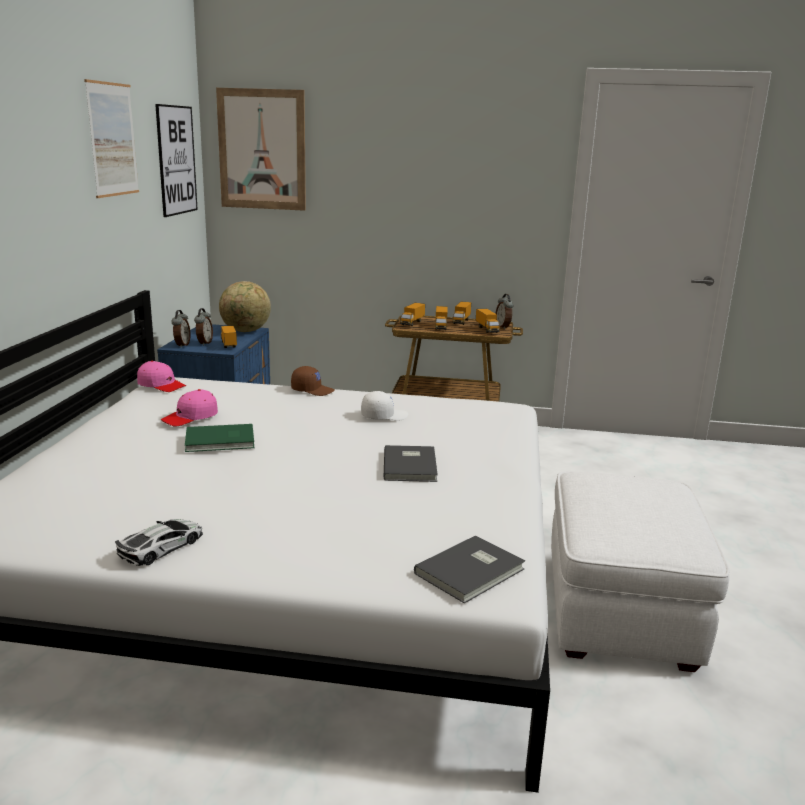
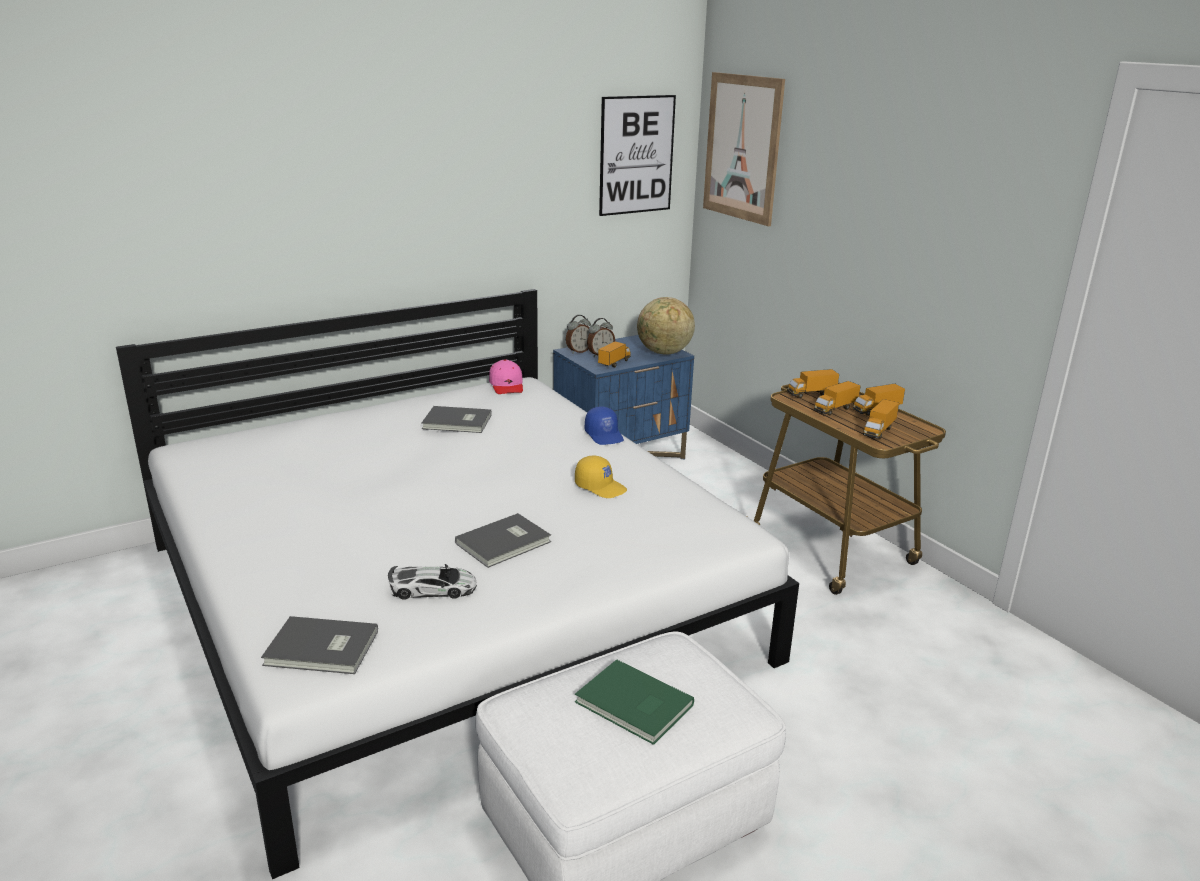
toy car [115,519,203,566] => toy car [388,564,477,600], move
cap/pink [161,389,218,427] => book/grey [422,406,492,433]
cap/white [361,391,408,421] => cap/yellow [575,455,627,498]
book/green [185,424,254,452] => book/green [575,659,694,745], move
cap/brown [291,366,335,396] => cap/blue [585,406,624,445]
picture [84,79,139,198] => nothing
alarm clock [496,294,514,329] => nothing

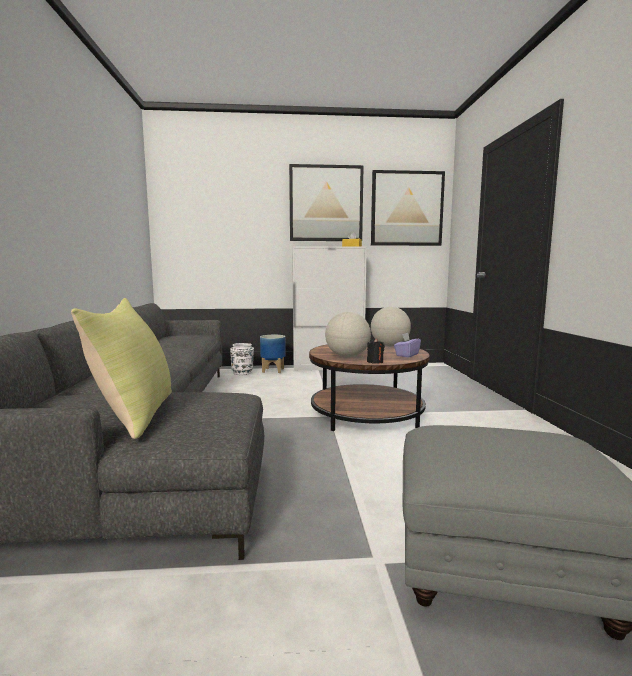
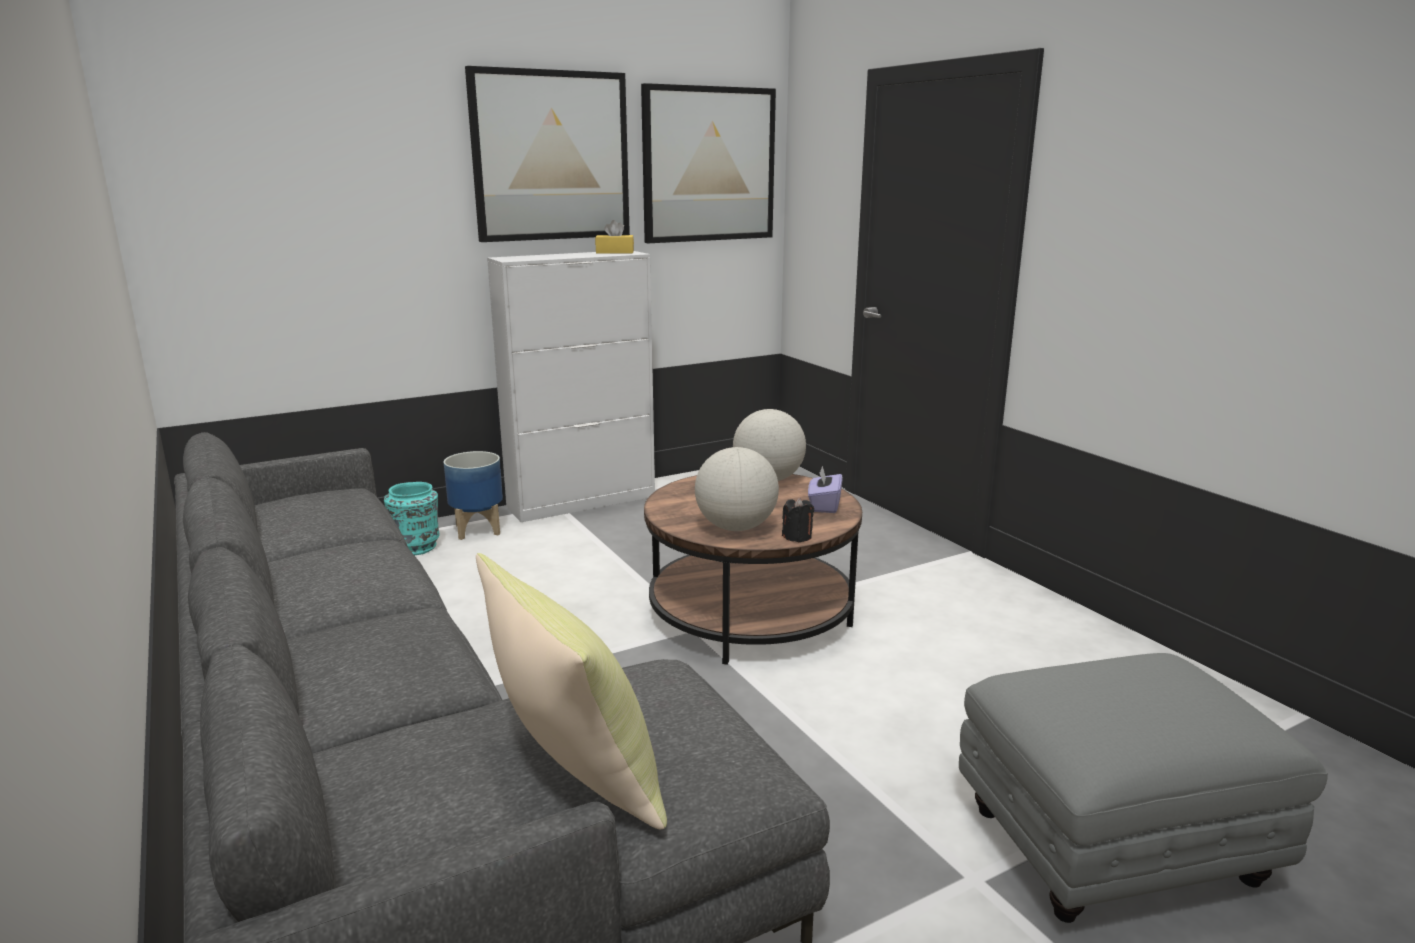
vase/white [230,343,254,375] => vase/turquoise [384,482,440,555]

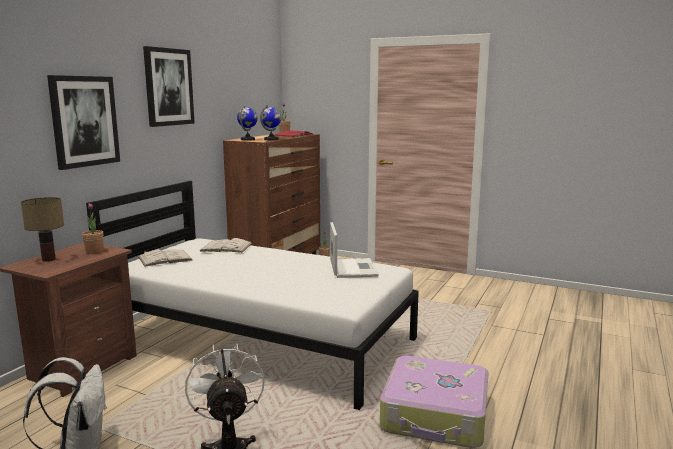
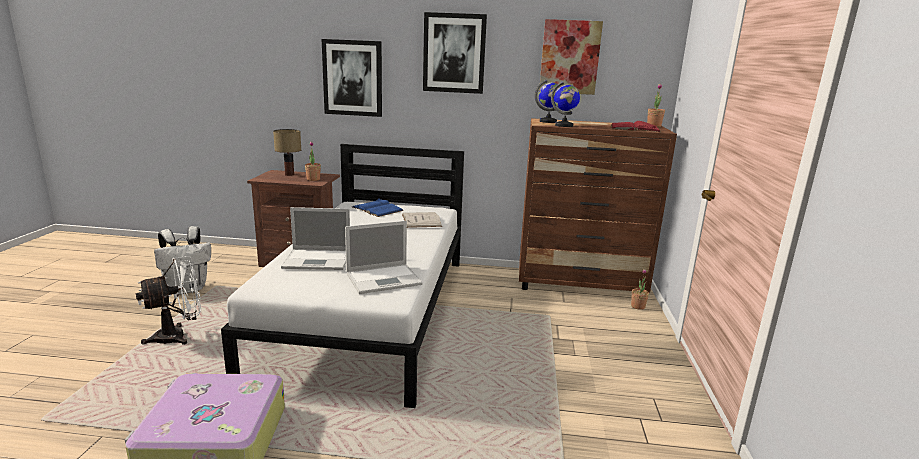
nothing => laptop [281,207,350,270]
book/white [139,249,192,267] => book/blue [353,198,403,217]
nothing => picture [539,19,603,95]

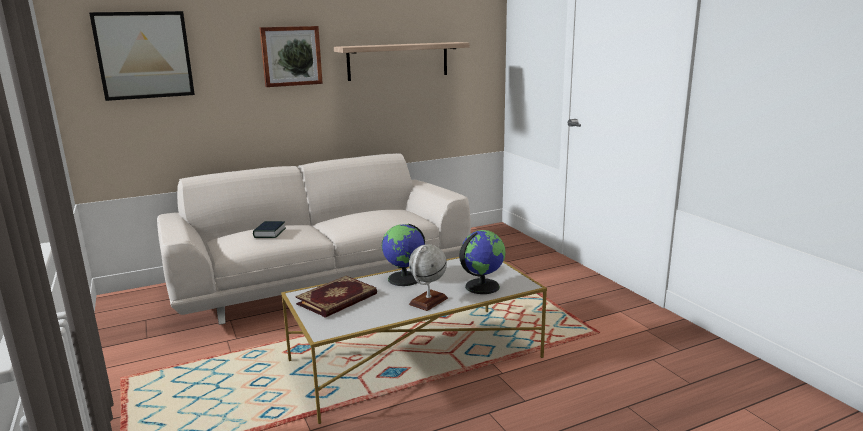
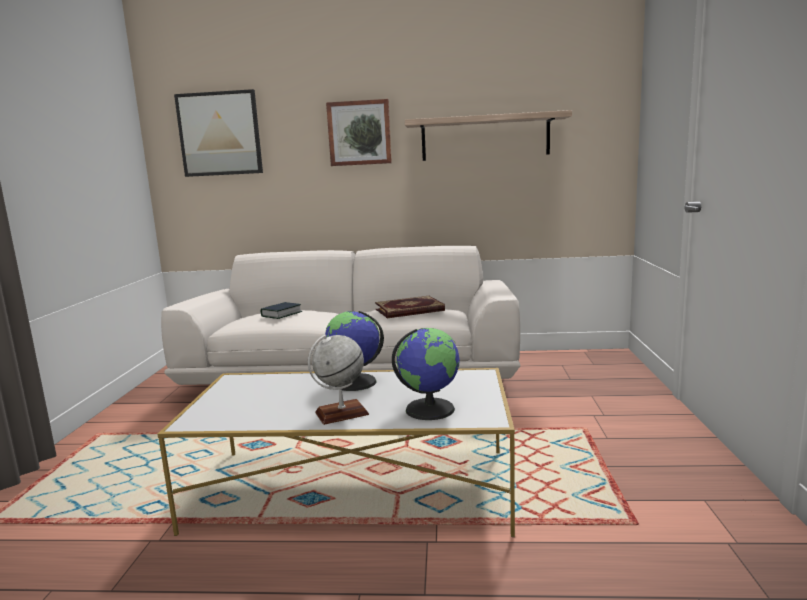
book [295,276,377,318] => book [375,296,445,318], move

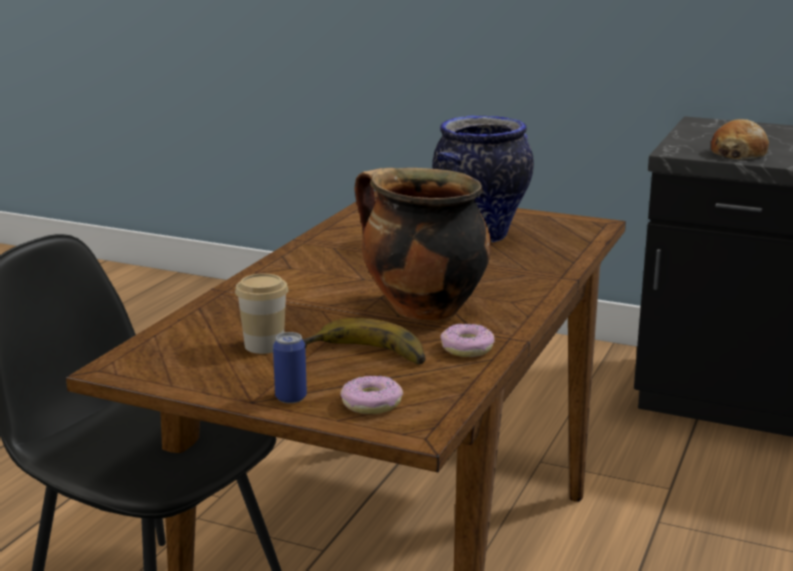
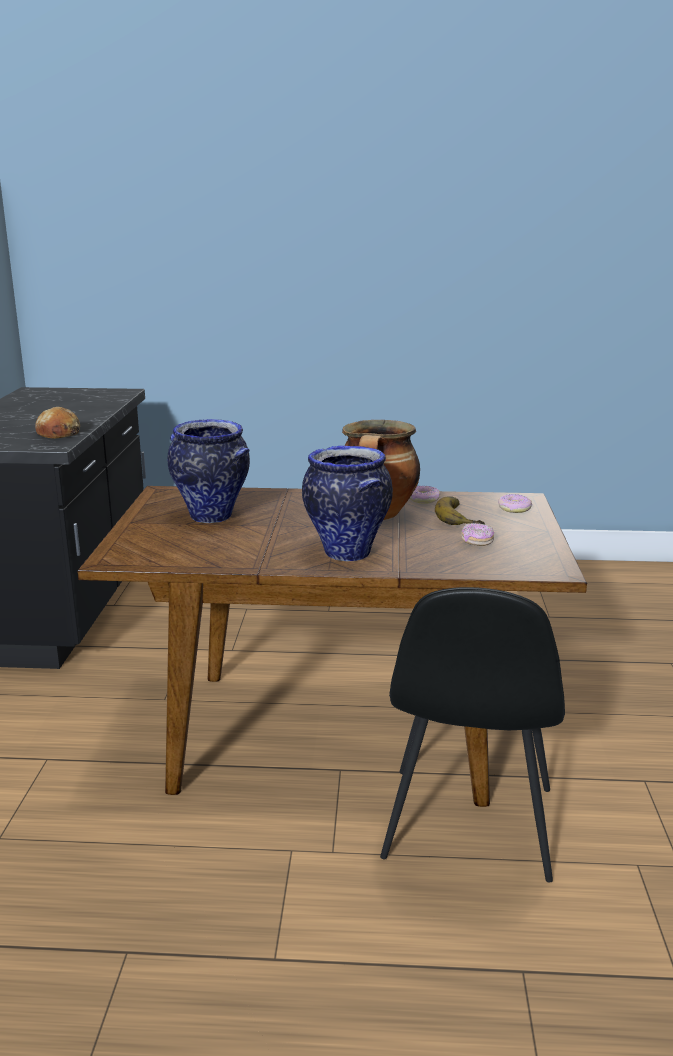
nothing => vase [302,446,393,561]
cup [235,273,288,354] => donut [461,523,494,546]
can [273,332,307,403] => nothing

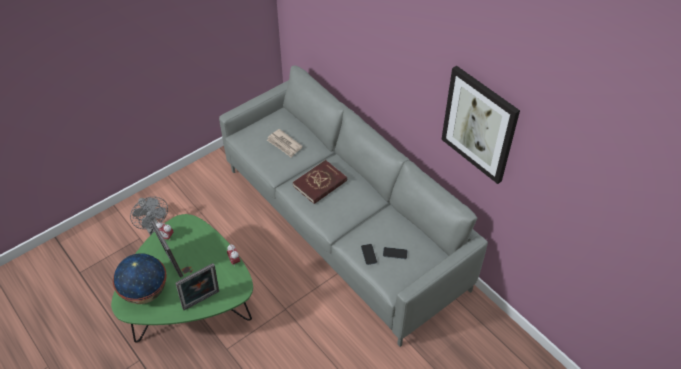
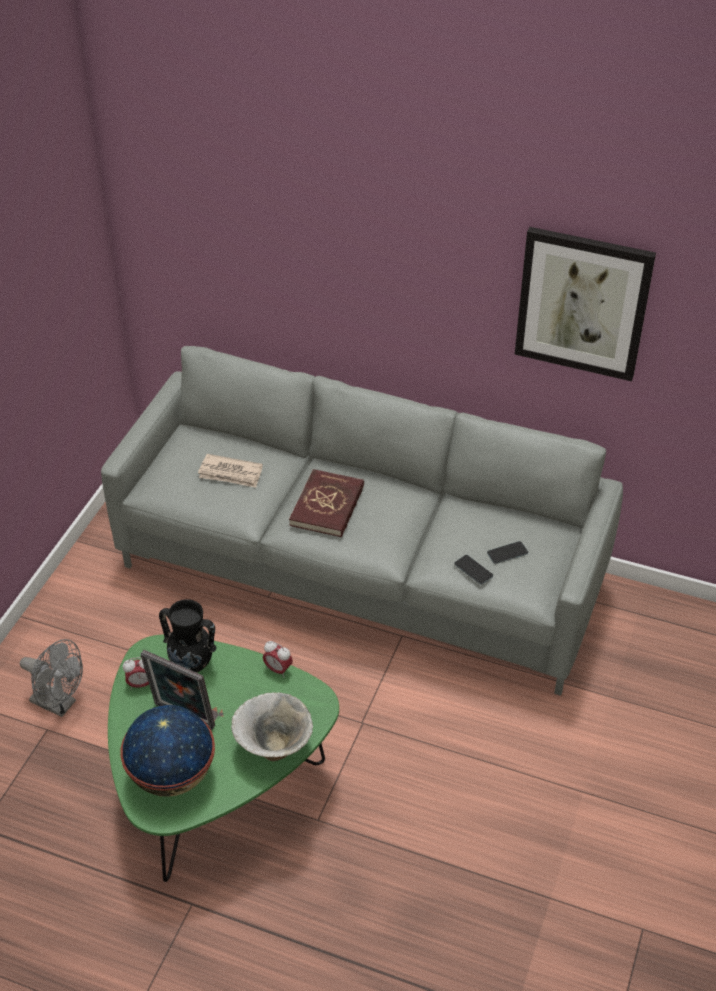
nothing => vase/black [159,599,217,673]
picture frame [175,263,219,310] => bowl [231,692,313,761]

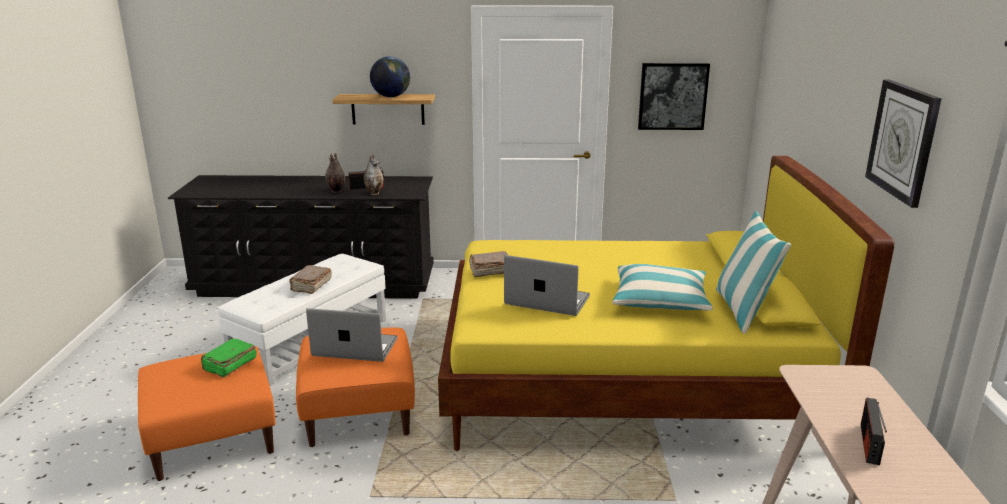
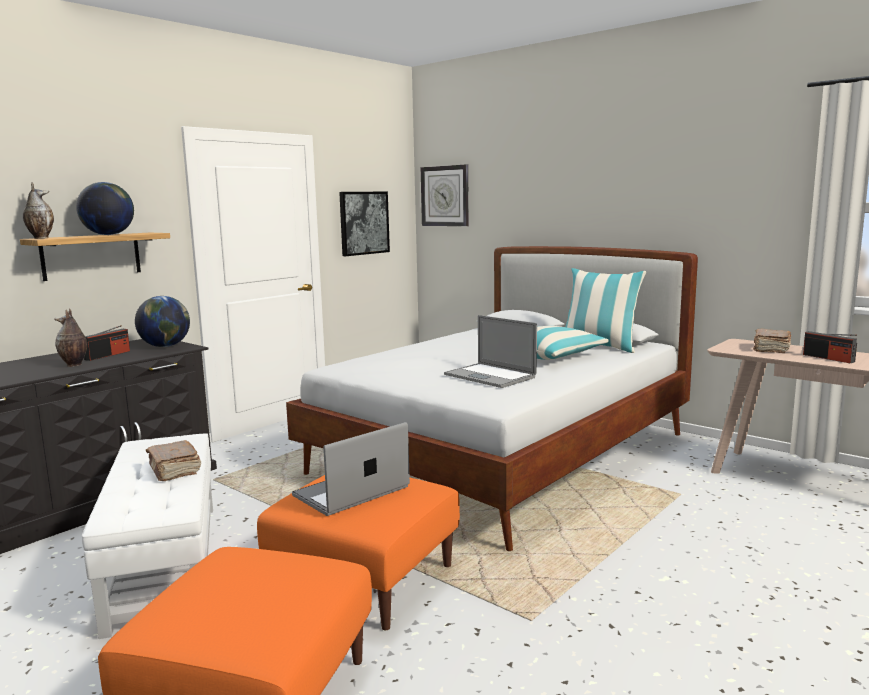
vase [363,154,384,195] => vase [23,182,54,239], move
nothing => globe [135,296,190,347]
bed/yellow [438,156,894,451] => bed/white [286,246,698,551]
wall clock [865,80,941,208] => wall clock [421,165,469,226], move
laptop [504,255,590,316] => laptop [444,315,537,388], 105 degrees counterclockwise
book/brown [469,251,508,277] => book/brown [753,329,791,353], move
book/green [201,339,257,378] => nothing

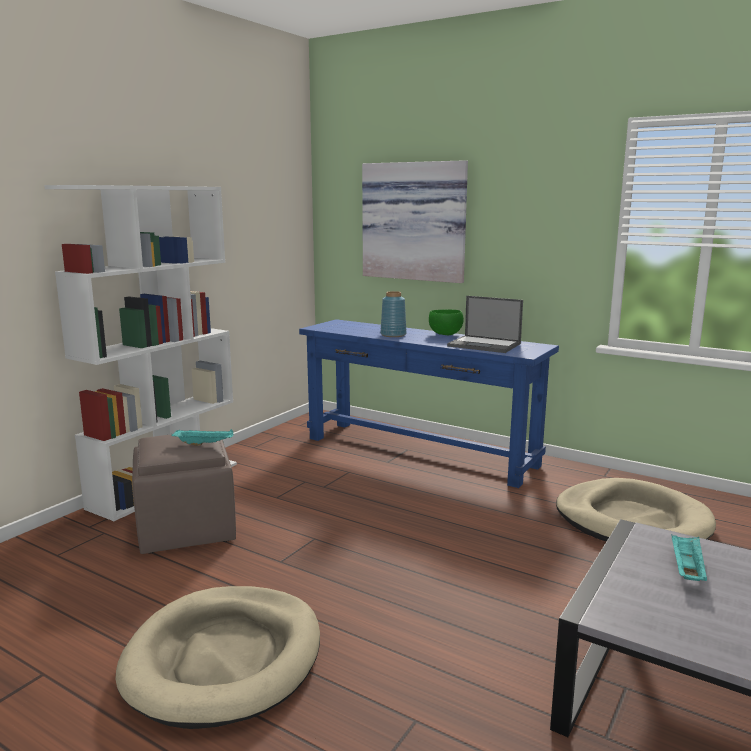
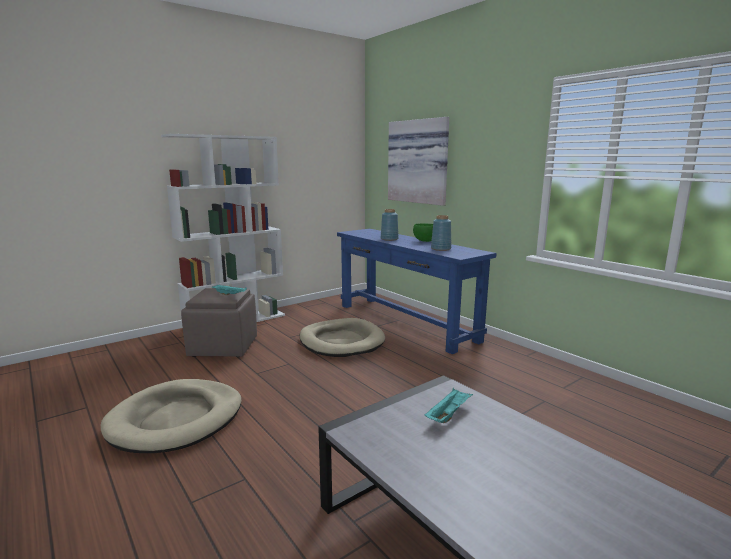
dog bed/beige [556,478,716,542] => dog bed/beige [300,318,385,357], move
laptop [447,296,523,353] => vase/blue [431,215,451,251]

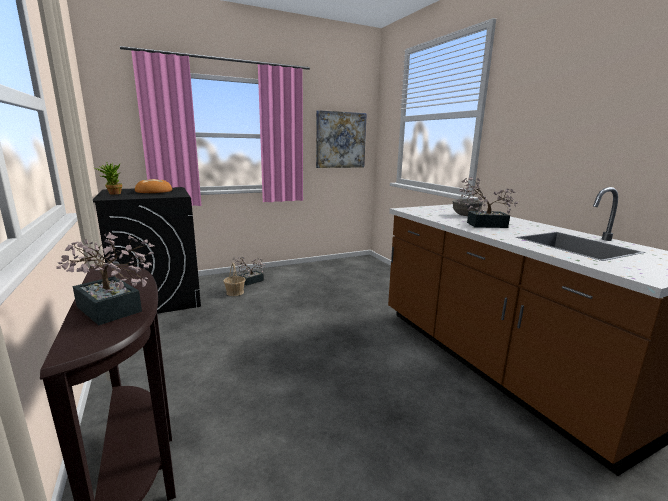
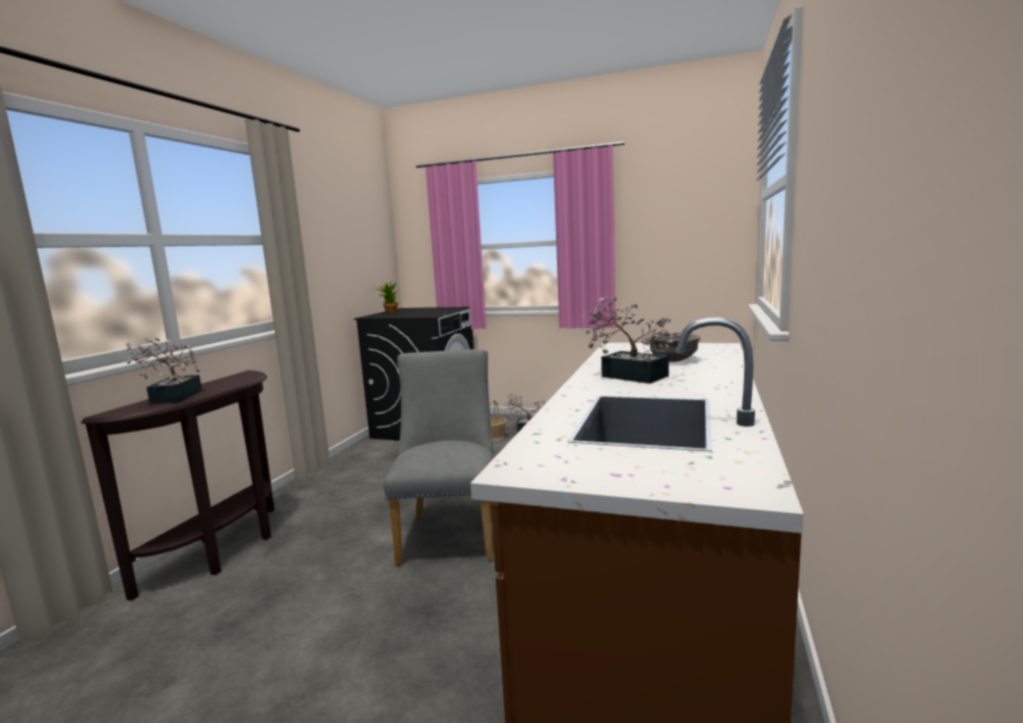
nothing => chair/grey [384,349,494,566]
bread [135,179,172,193] => nothing
picture [316,110,367,168] => nothing

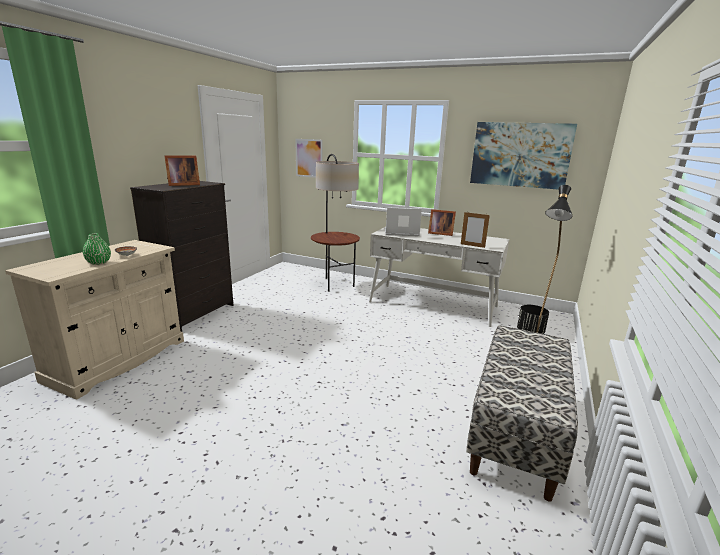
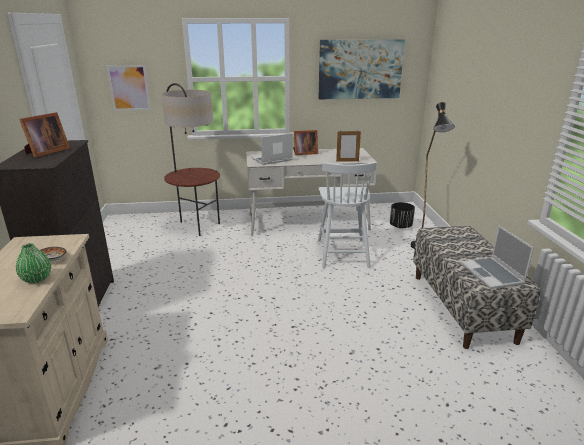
nothing => chair/white [318,162,377,268]
nothing => laptop [460,225,534,289]

